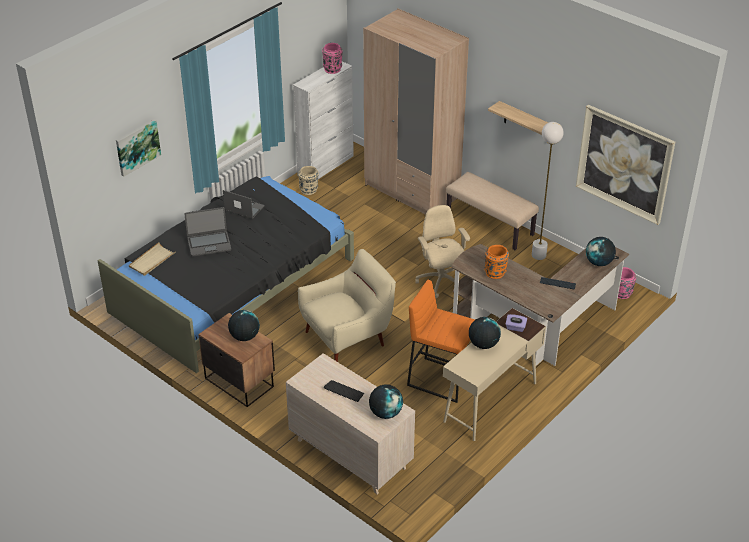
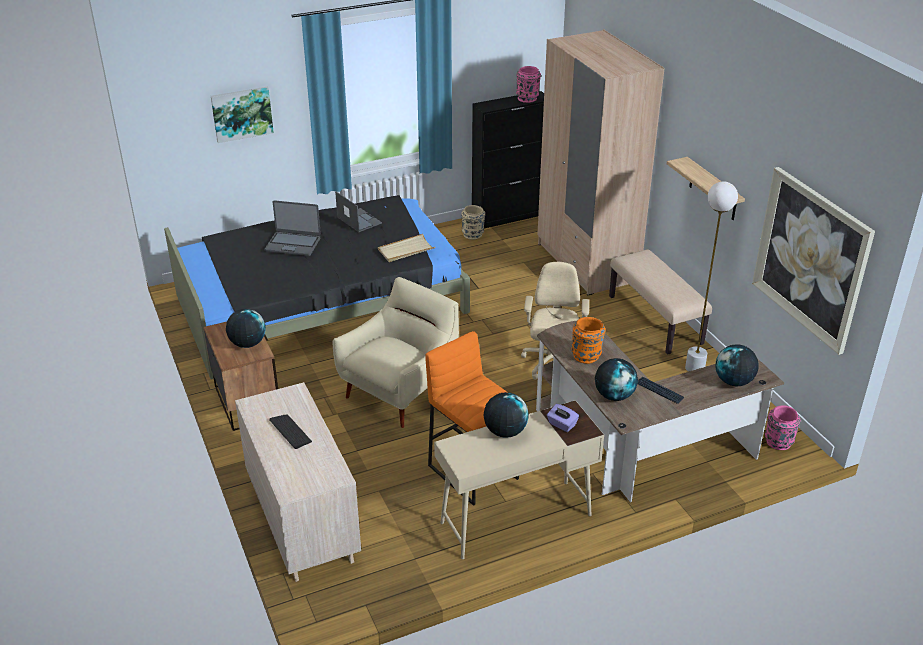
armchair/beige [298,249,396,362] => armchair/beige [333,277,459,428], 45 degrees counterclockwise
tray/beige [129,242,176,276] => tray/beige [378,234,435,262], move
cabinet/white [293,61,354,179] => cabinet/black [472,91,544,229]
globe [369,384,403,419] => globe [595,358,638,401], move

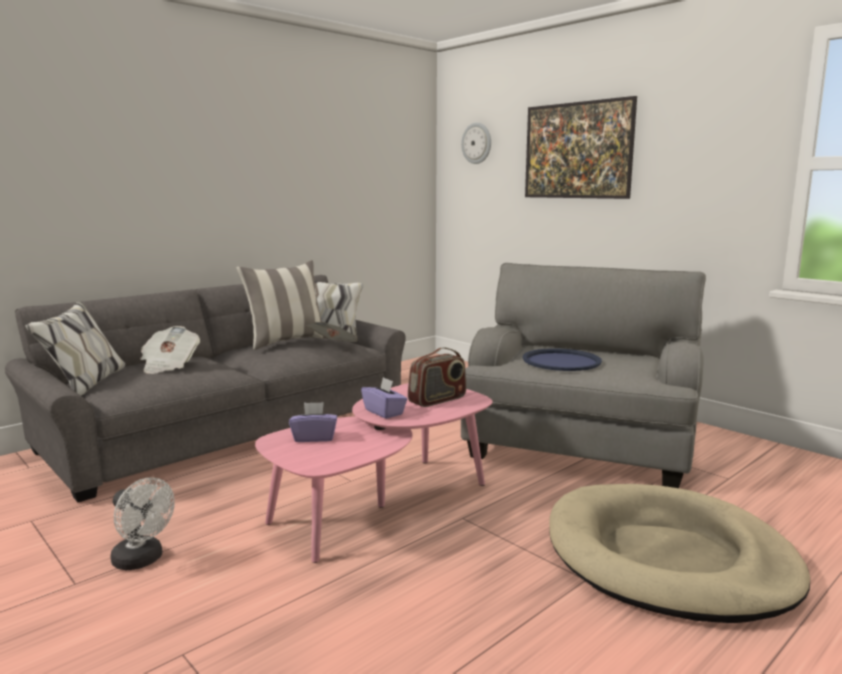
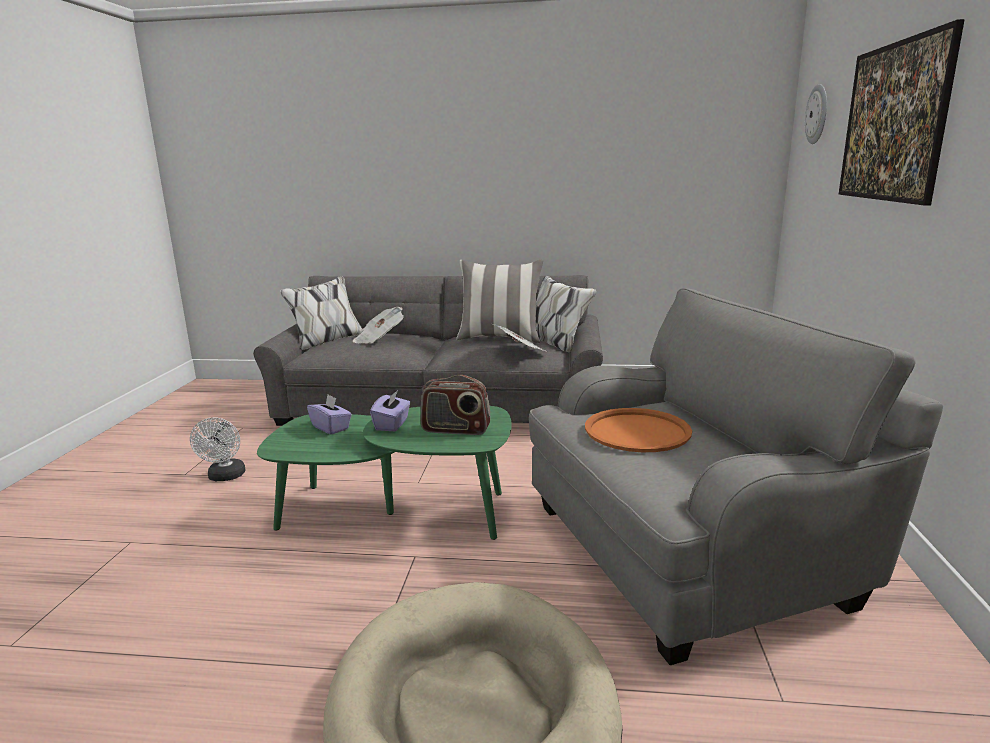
coffee table/pink [255,383,492,563] => coffee table/green [257,406,512,540]
tray/blue [523,348,602,371] => tray/orange [585,408,692,452]

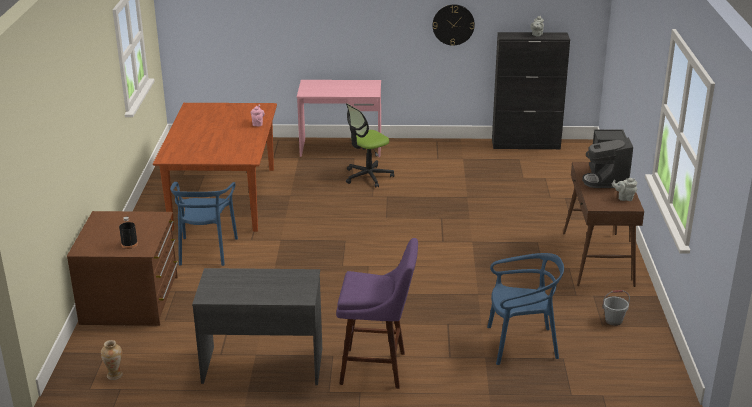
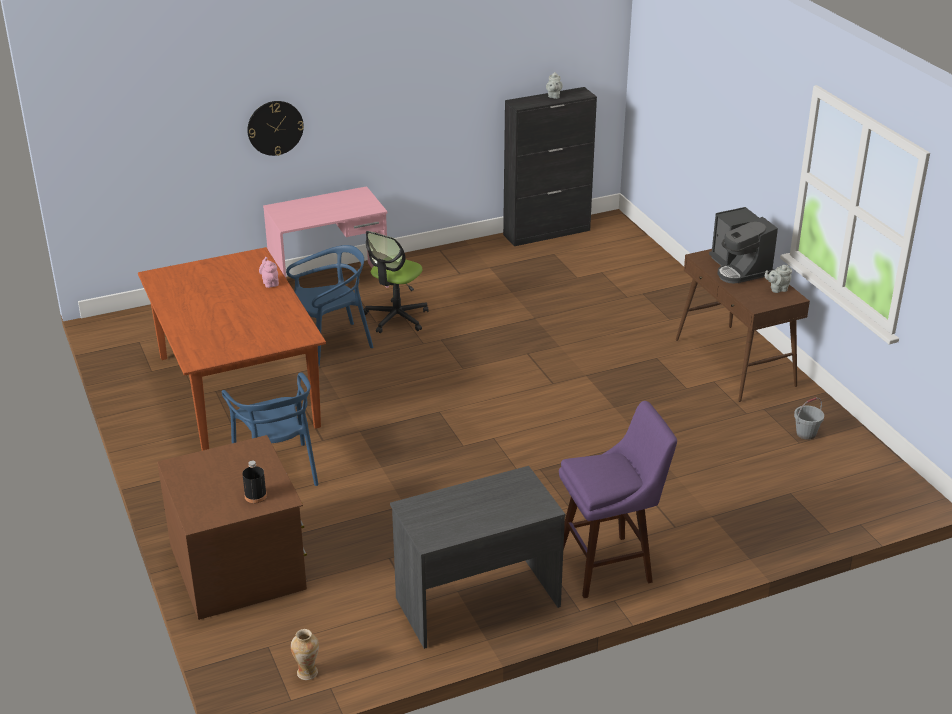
wall clock [433,4,475,46] => wall clock [247,101,304,156], move
chair/blue [487,253,564,365] => chair/blue [286,245,373,366], move

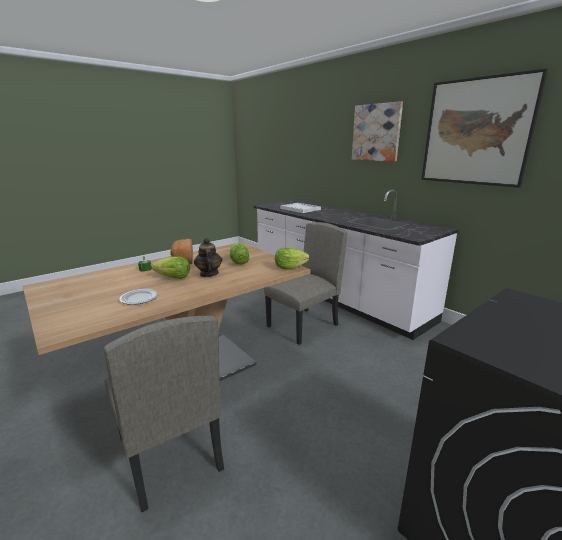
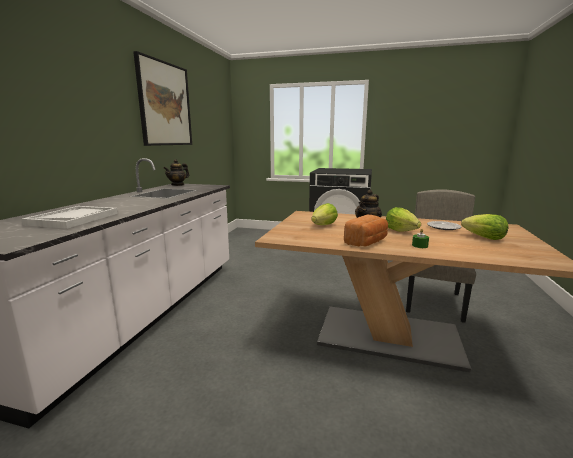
nothing => teapot [164,159,189,186]
lettuce [275,247,310,269] => lettuce [461,214,509,240], move
chair/beige [264,222,347,345] => nothing
picture [352,101,403,162] => nothing

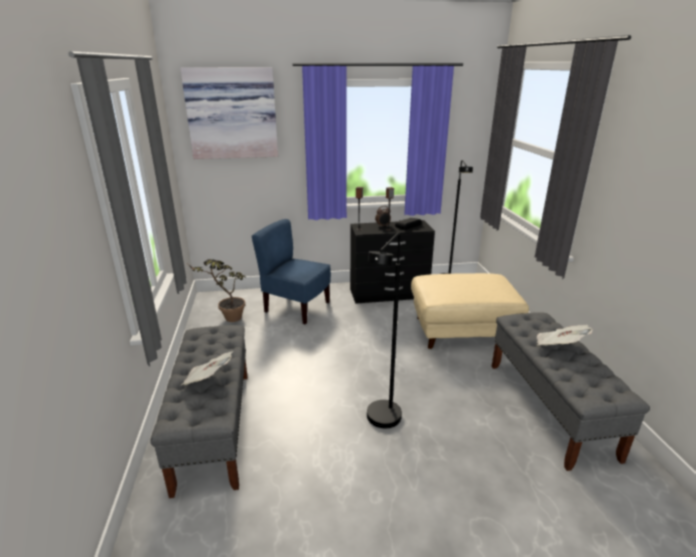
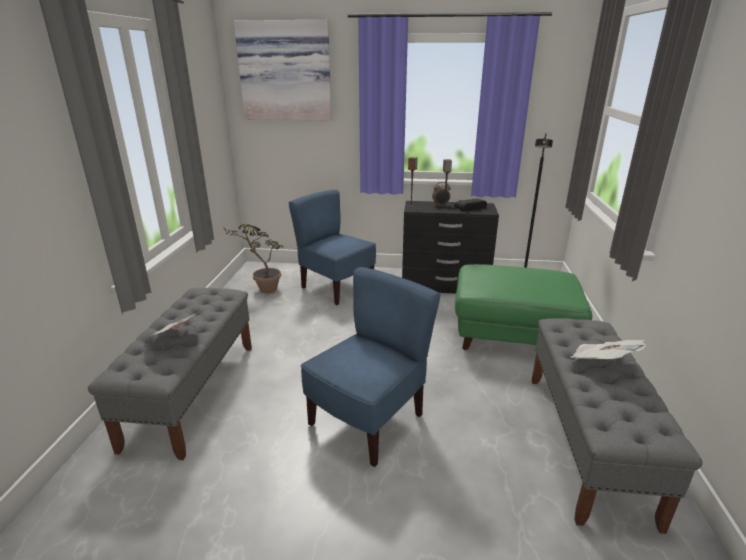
floor lamp/black [367,233,402,428] => chair/blue [301,267,441,467]
ottoman/beige [411,273,529,349] => ottoman/green [455,264,592,350]

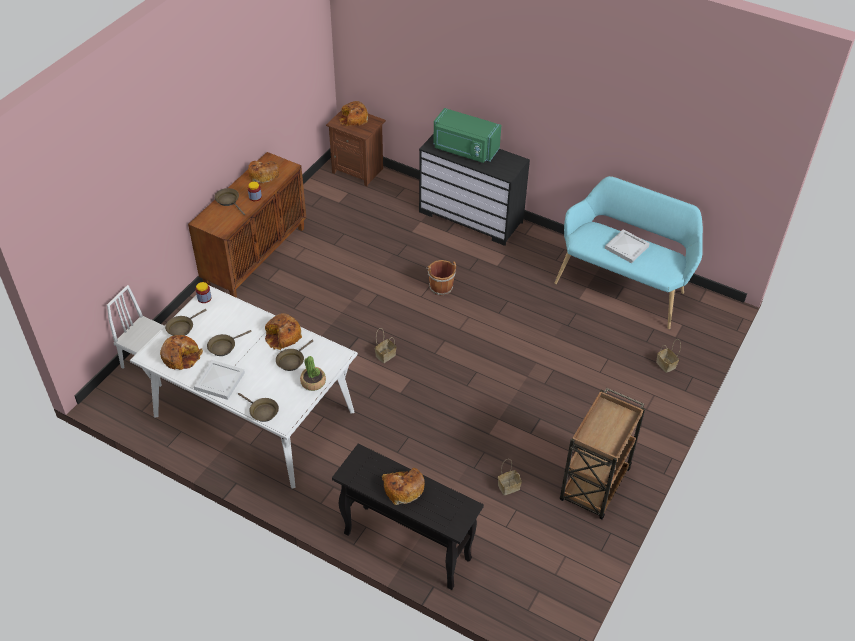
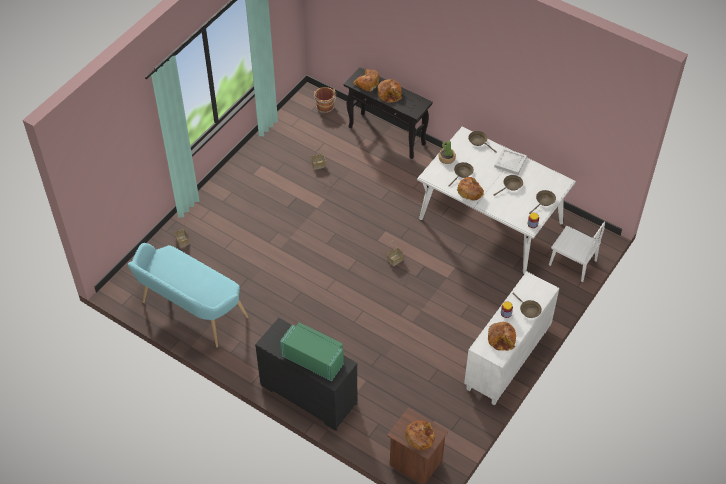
bucket/brown [426,260,456,296] => bucket/brown [314,87,336,113], move
bread [160,335,203,370] => bread [353,69,380,91], move
cabinet/brown [188,152,306,298] => cabinet/white [464,271,559,405]
cart/brown [560,388,645,519] => nothing
tray/white [605,229,650,263] => nothing

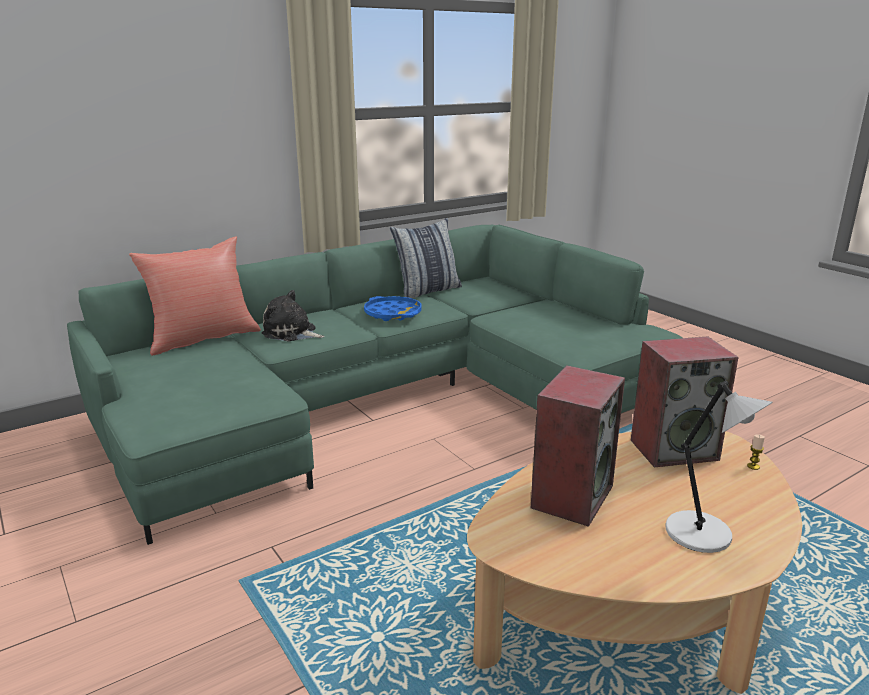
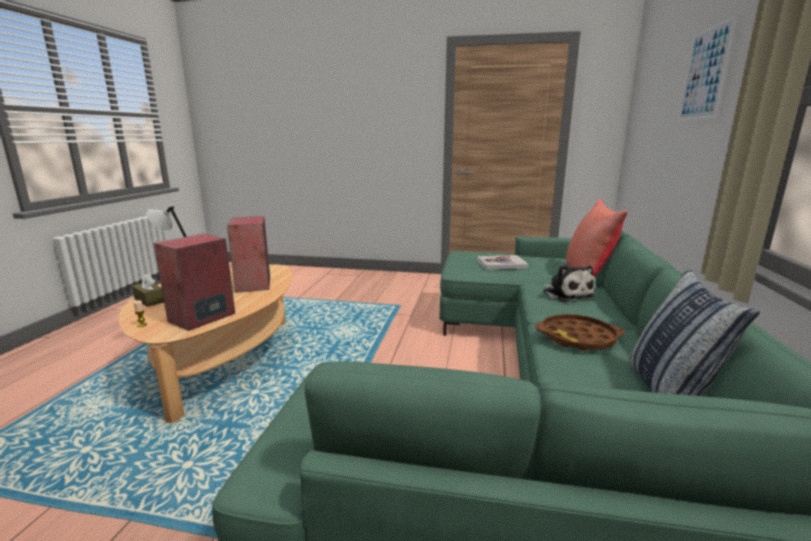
nothing => tissue box/brown [132,273,164,307]
nothing => book [477,255,528,270]
tray/blue [364,296,422,321] => tray/brown [535,314,624,351]
plush toy [262,290,324,342] => plush toy [543,265,595,302], 90 degrees clockwise
nothing => picture [678,15,737,121]

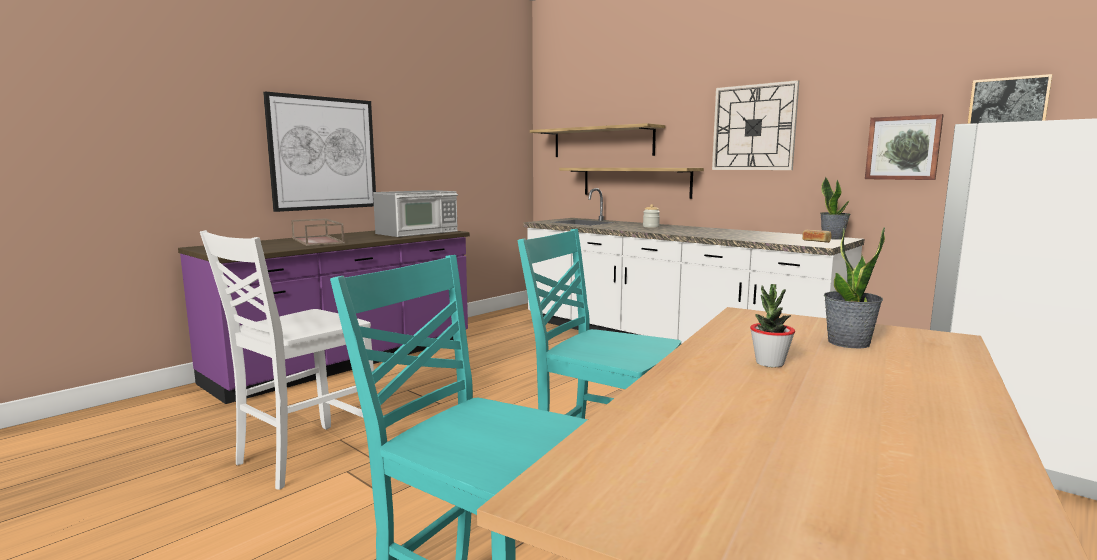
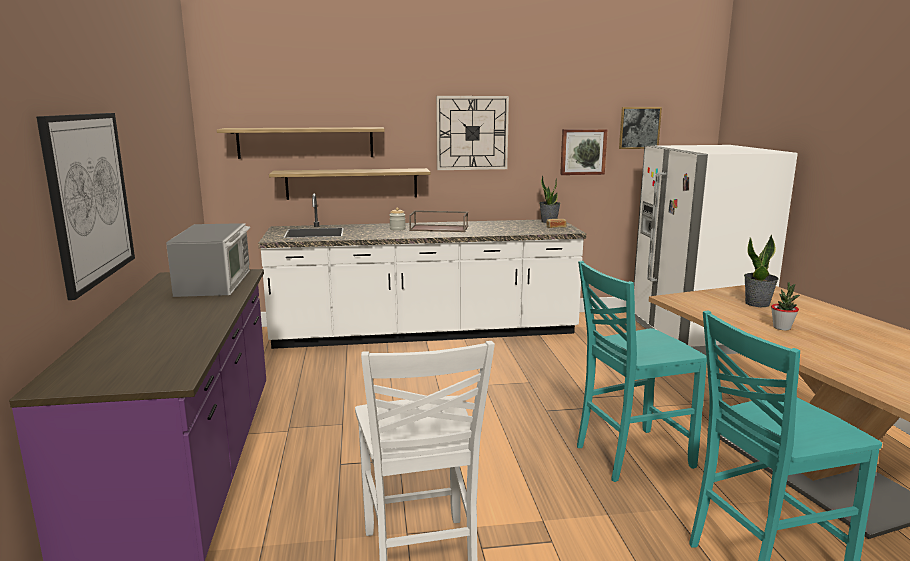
tray/brown [291,218,344,246] => tray/brown [409,210,468,232], move

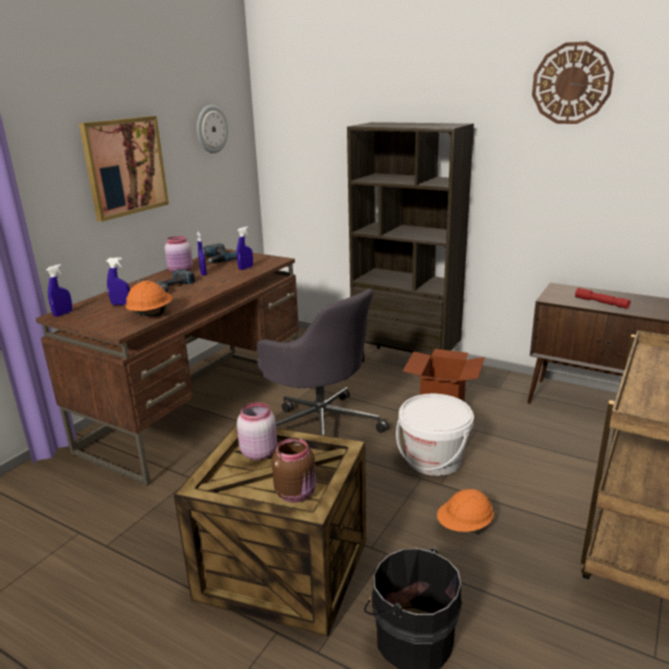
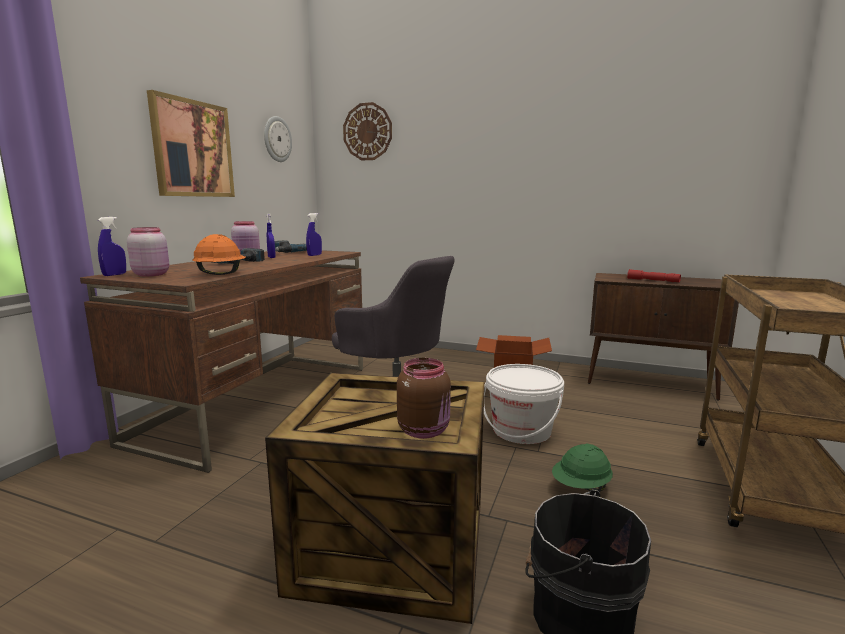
jar/pink [237,402,277,460] => jar/pink [127,227,169,276], move
wall clock [532,42,614,124] => wall clock [343,102,392,160], move
hard hat/orange [437,489,494,534] => hard hat/green [552,444,613,492]
spray bottle/blue [106,257,130,305] => nothing
bookcase/brown [347,122,474,362] => nothing

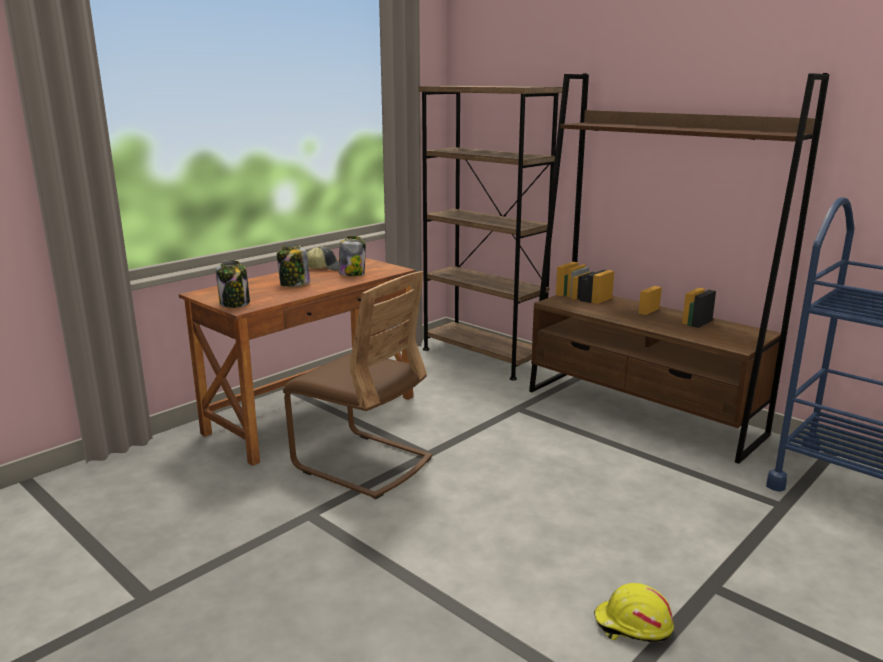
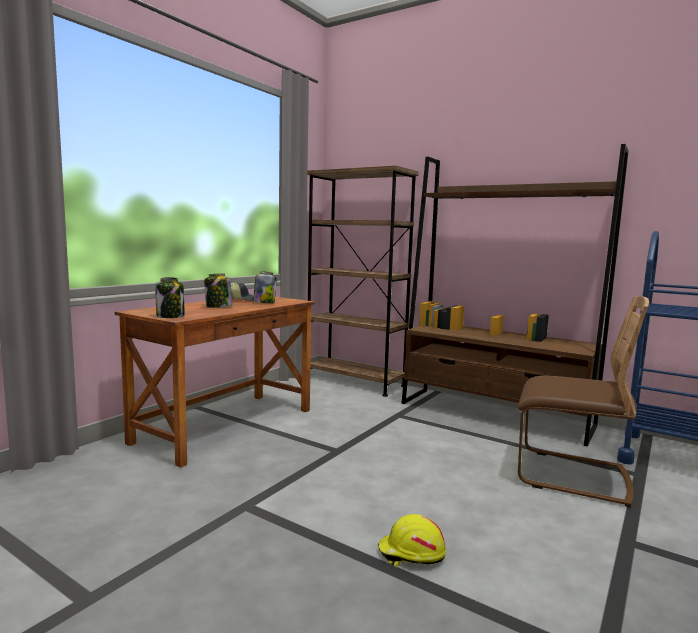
hard hat/yellow [594,583,674,642] => hard hat/yellow [378,514,446,567], move
chair/brown [283,271,432,499] => chair/brown [518,296,649,507], move

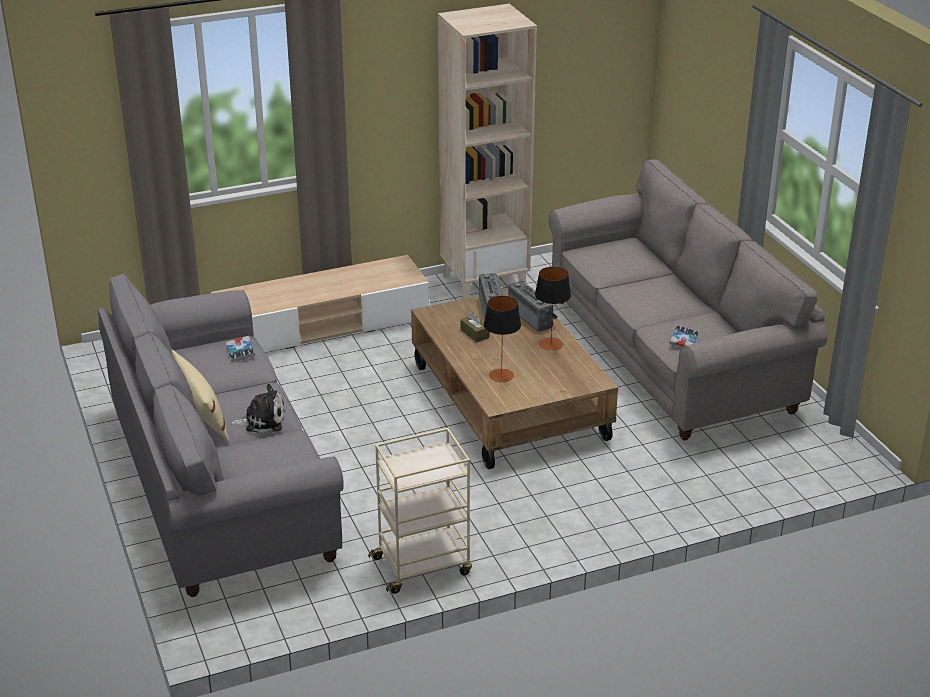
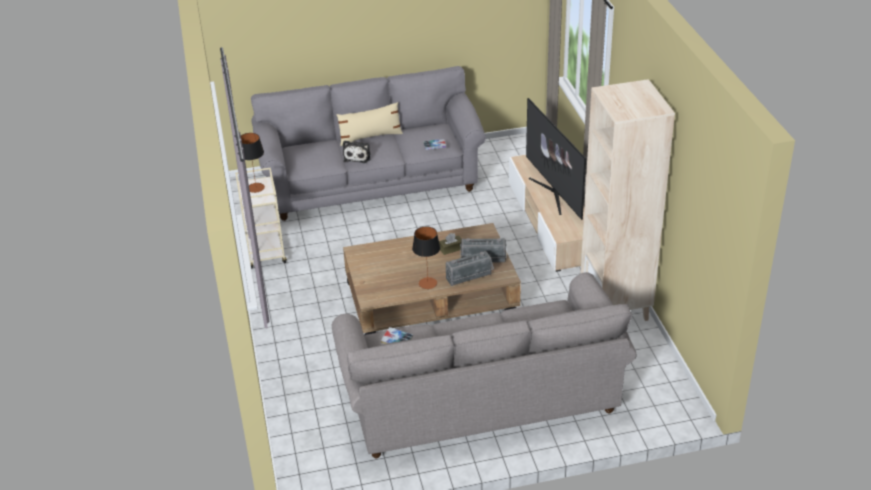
table lamp [484,296,521,382] => table lamp [241,133,265,193], move
nothing => television [526,98,586,220]

